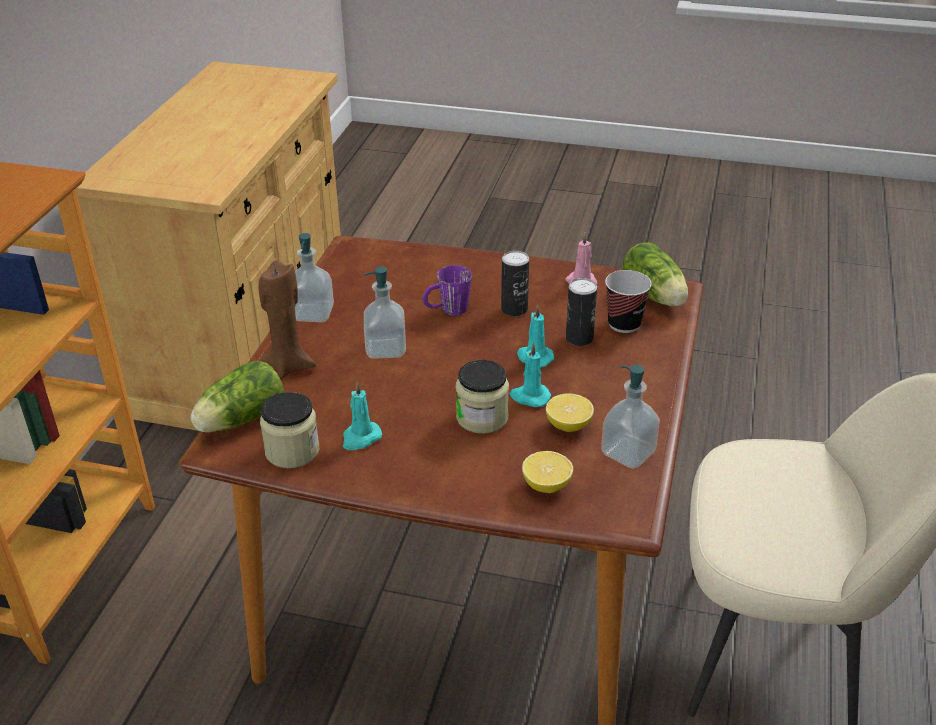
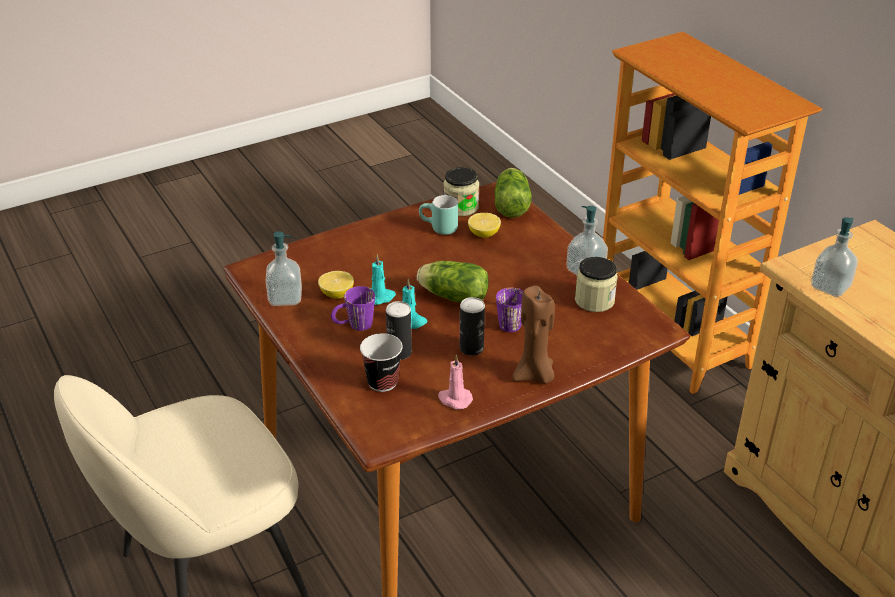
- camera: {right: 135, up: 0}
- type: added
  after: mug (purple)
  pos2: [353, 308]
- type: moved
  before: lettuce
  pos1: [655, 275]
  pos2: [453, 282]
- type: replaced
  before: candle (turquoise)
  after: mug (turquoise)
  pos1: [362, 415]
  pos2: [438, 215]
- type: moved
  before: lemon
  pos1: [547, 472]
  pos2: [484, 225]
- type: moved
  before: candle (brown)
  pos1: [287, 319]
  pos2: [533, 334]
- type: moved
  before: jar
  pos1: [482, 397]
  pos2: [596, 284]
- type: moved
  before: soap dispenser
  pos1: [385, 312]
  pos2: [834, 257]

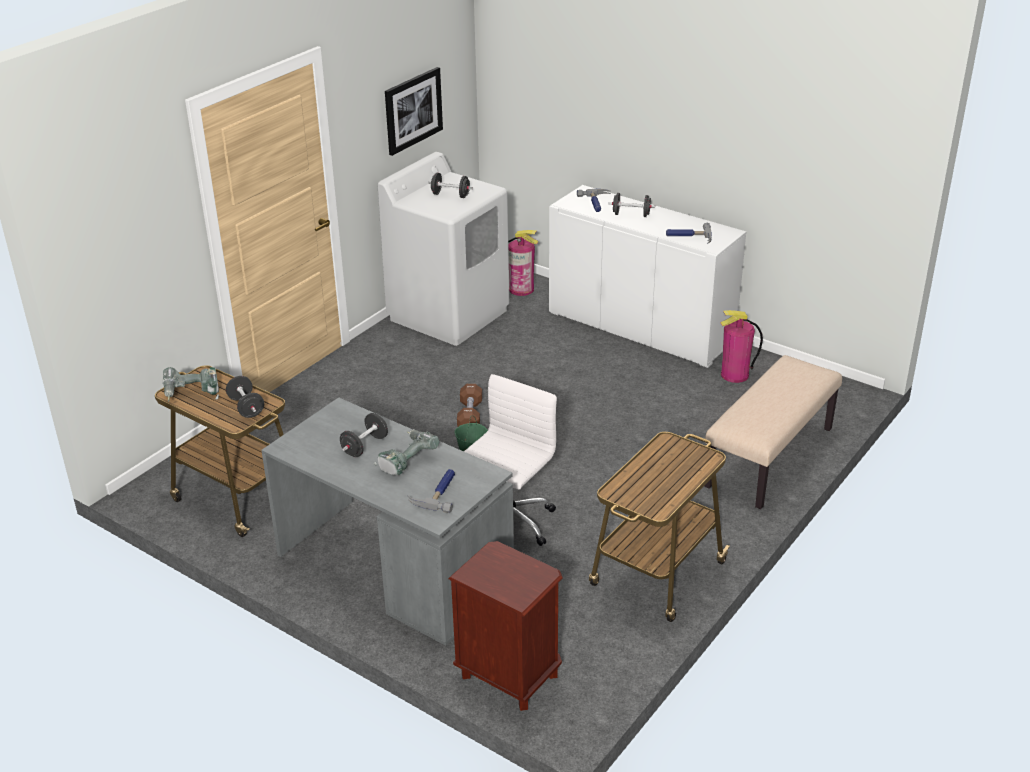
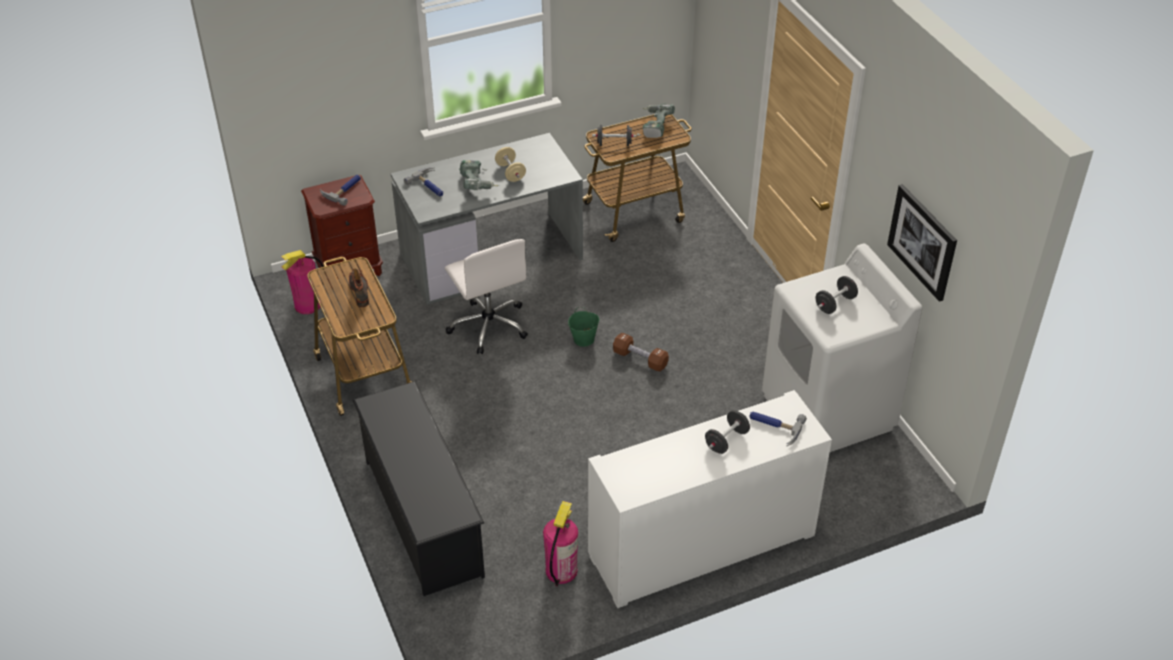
- camera: {right: 120, up: 10}
- type: moved
  before: fire extinguisher
  pos1: [523, 263]
  pos2: [302, 282]
- type: moved
  before: hammer
  pos1: [689, 233]
  pos2: [340, 190]
- type: added
  after: boot
  pos2: [359, 287]
- type: replaced
  before: bench (beige)
  after: shoe rack (black)
  pos1: [773, 432]
  pos2: [419, 488]
- type: recoloured
  before: dumbbell (black)
  after: dumbbell (beige)
  pos1: [364, 435]
  pos2: [510, 164]

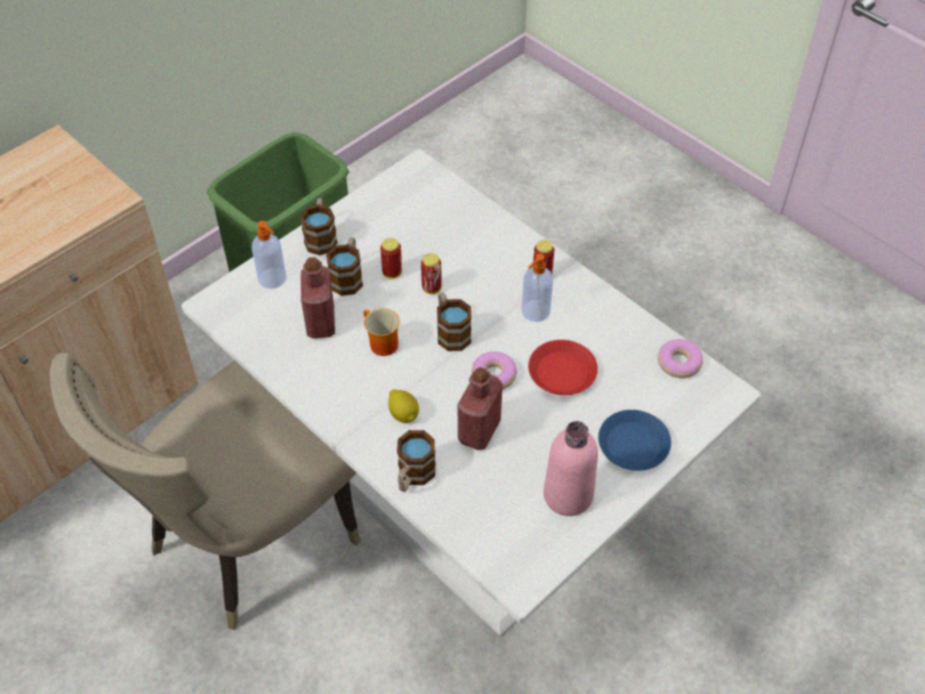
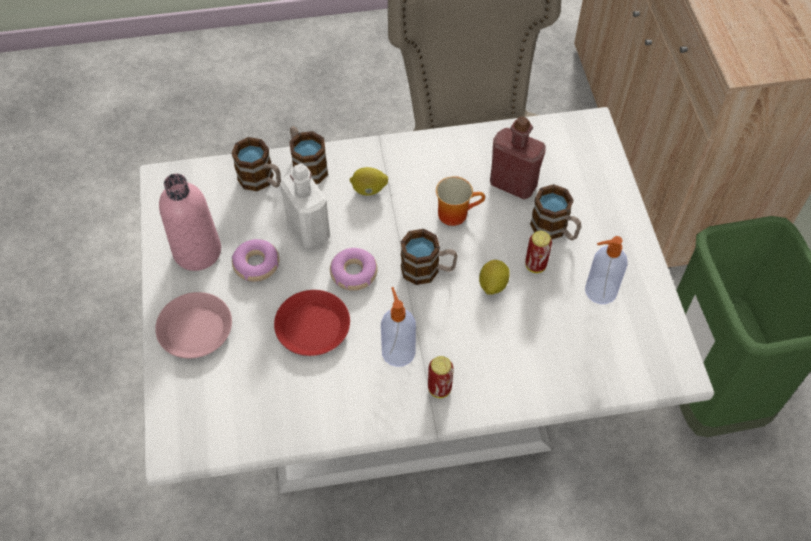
- camera: {right: 125, up: 5}
- type: recoloured
  before: plate (blue)
  after: plate (pink)
  pos1: [634, 440]
  pos2: [193, 325]
- type: moved
  before: mug
  pos1: [319, 226]
  pos2: [256, 164]
- type: moved
  before: donut
  pos1: [680, 358]
  pos2: [256, 260]
- type: recoloured
  before: bottle (red)
  after: bottle (white)
  pos1: [480, 408]
  pos2: [305, 205]
- type: replaced
  before: can
  after: lemon
  pos1: [431, 273]
  pos2: [494, 277]
- type: moved
  before: soap dispenser
  pos1: [269, 255]
  pos2: [606, 270]

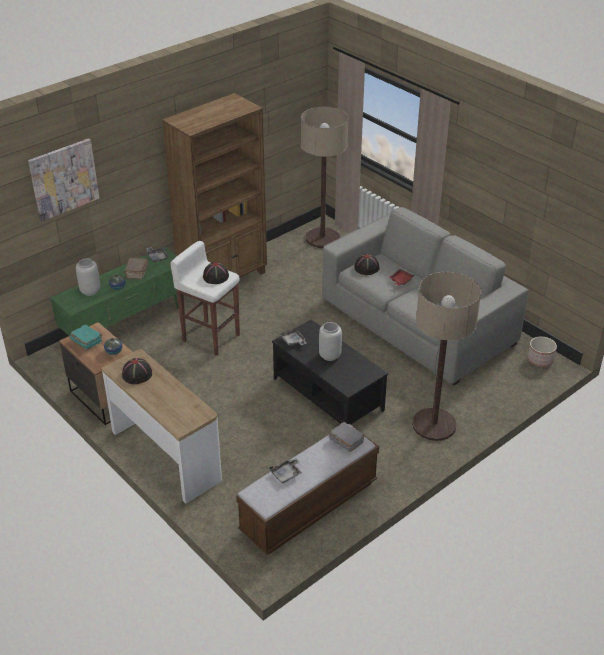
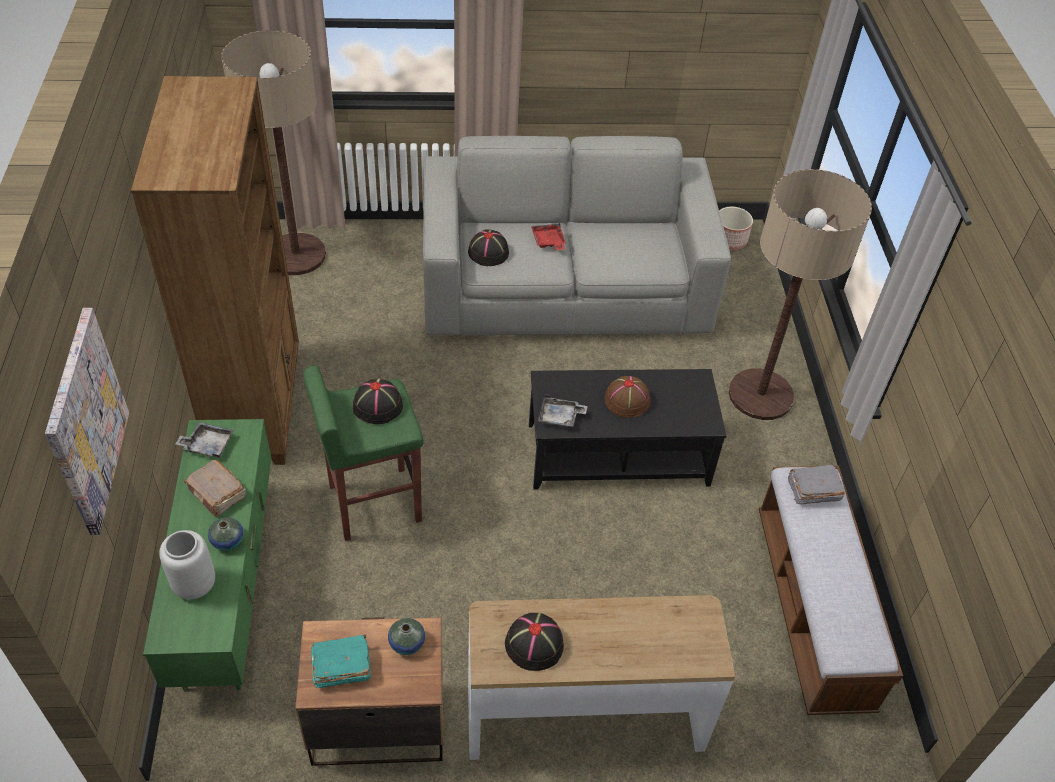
- camera: {right: -55, up: 10}
- type: recoloured
  before: stool (white)
  after: stool (green)
  pos1: [205, 298]
  pos2: [363, 453]
- type: replaced
  before: vase (grey)
  after: hat (brown)
  pos1: [330, 341]
  pos2: [628, 397]
- type: removed
  before: tray (grey)
  pos1: [285, 471]

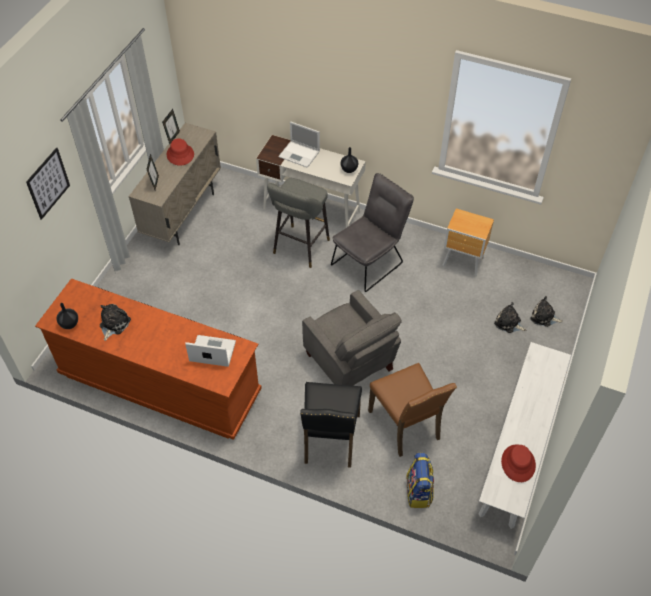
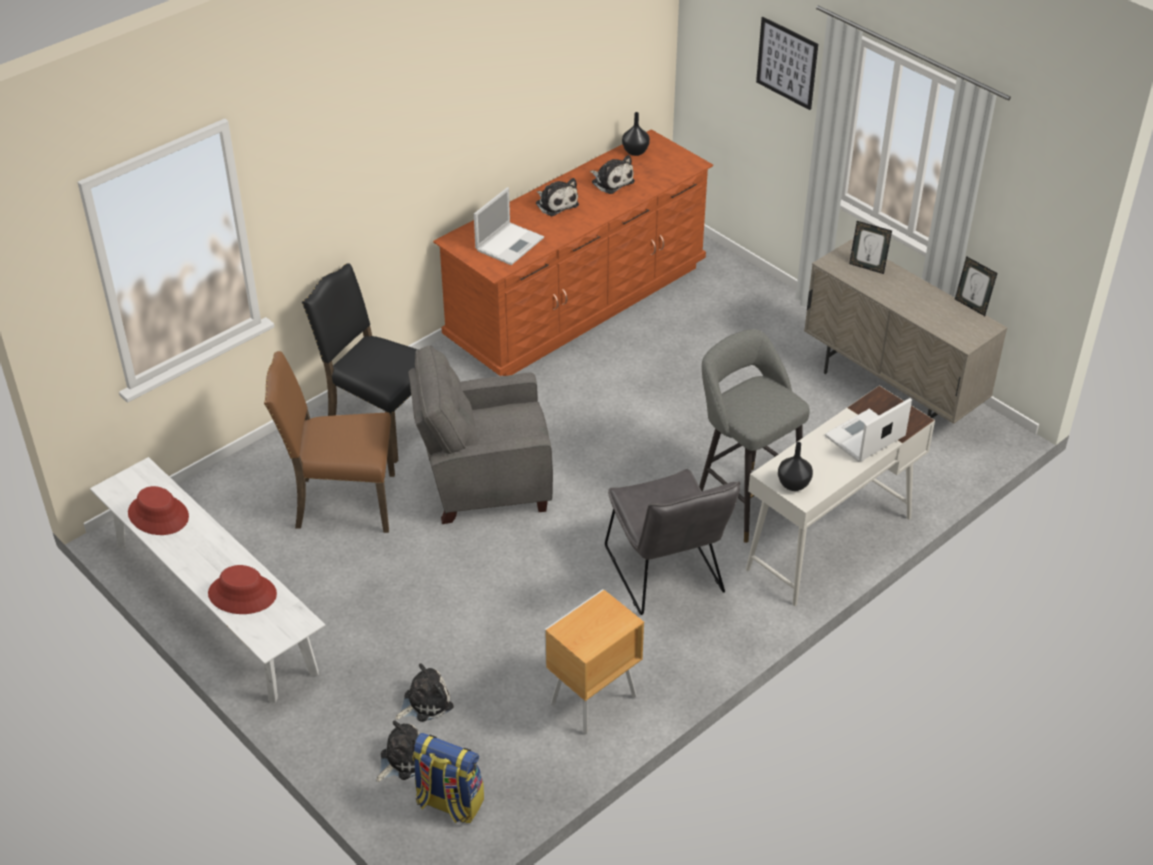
- camera: {right: 115, up: -10}
- type: moved
  before: hat (red)
  pos1: [180, 152]
  pos2: [242, 589]
- type: moved
  before: backpack
  pos1: [420, 480]
  pos2: [448, 778]
- type: added
  after: plush toy
  pos2: [557, 197]

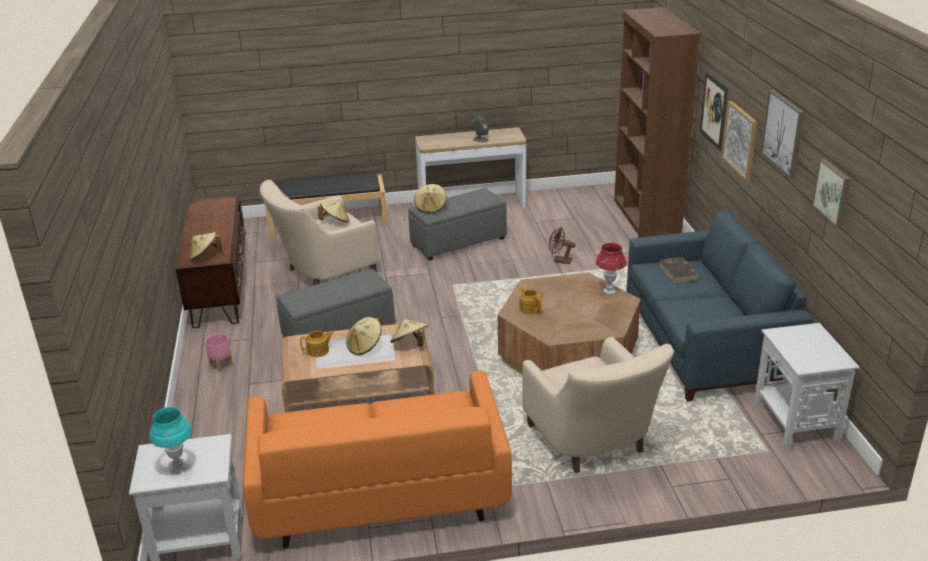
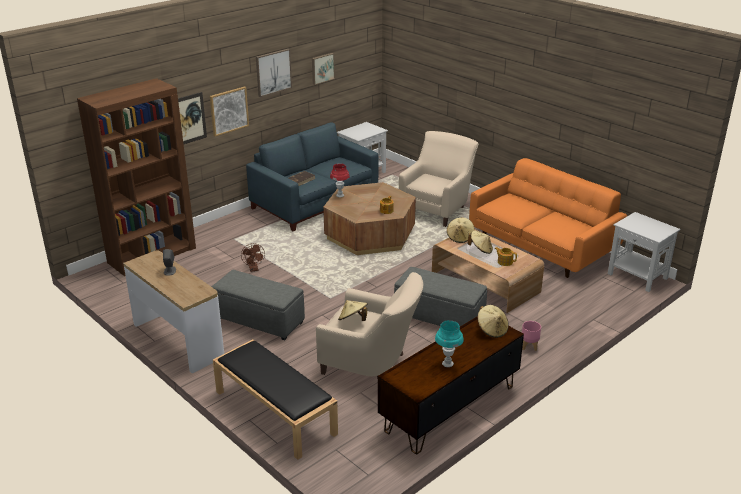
- camera: {right: -125, up: 0}
- type: moved
  before: table lamp (turquoise)
  pos1: [170, 440]
  pos2: [449, 343]
- type: removed
  before: hat (beige)
  pos1: [430, 199]

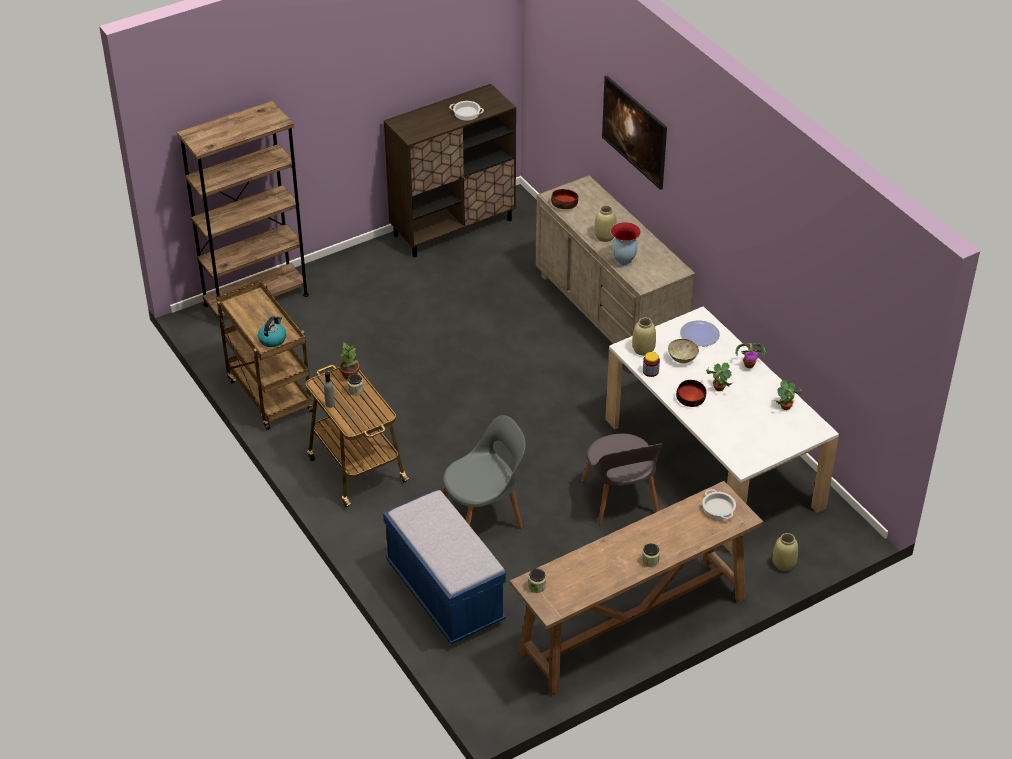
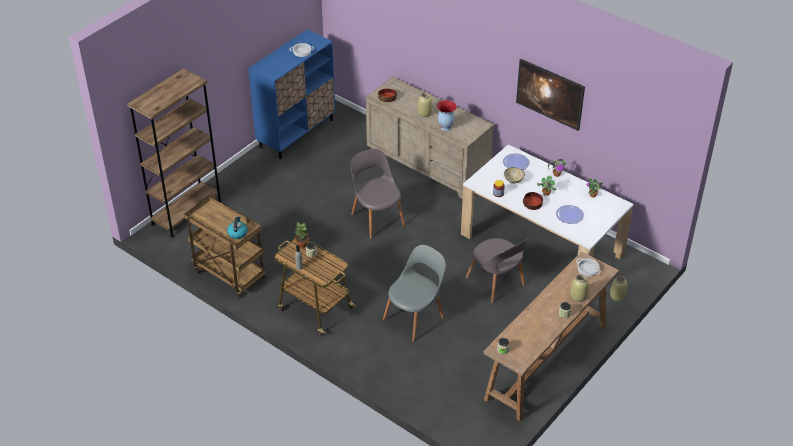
- camera: {right: -20, up: 0}
- type: recoloured
  before: cabinet (brown)
  after: cabinet (blue)
  pos1: [450, 170]
  pos2: [291, 94]
- type: added
  after: chair (grey)
  pos2: [378, 194]
- type: moved
  before: picture
  pos1: [634, 133]
  pos2: [550, 95]
- type: added
  after: plate
  pos2: [570, 214]
- type: moved
  before: vase (beige)
  pos1: [644, 337]
  pos2: [579, 288]
- type: removed
  before: bench (blue)
  pos1: [444, 566]

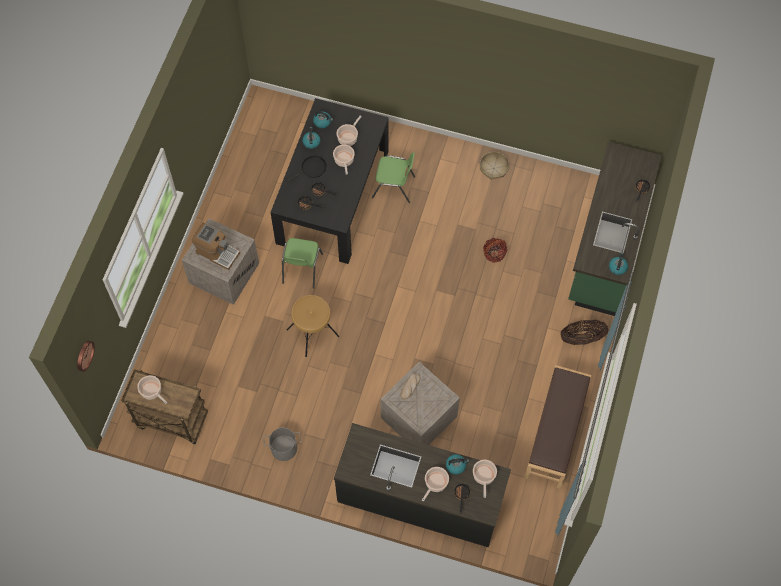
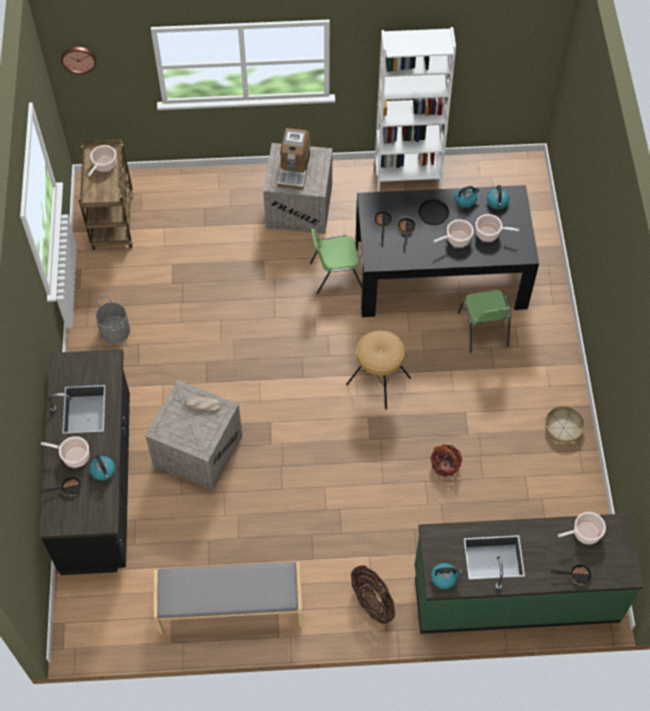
- camera: {right: 70, up: -5}
- type: recoloured
  before: bench (brown)
  after: bench (grey)
  pos1: [557, 427]
  pos2: [228, 598]
- type: moved
  before: stool (brown)
  pos1: [313, 326]
  pos2: [378, 370]
- type: added
  after: bookcase (white)
  pos2: [415, 109]
- type: moved
  before: cooking pot
  pos1: [485, 479]
  pos2: [582, 528]

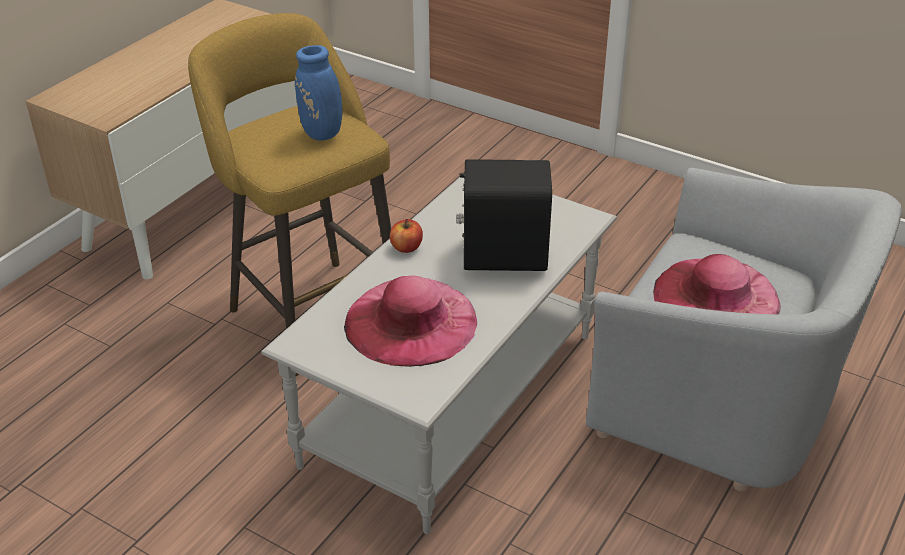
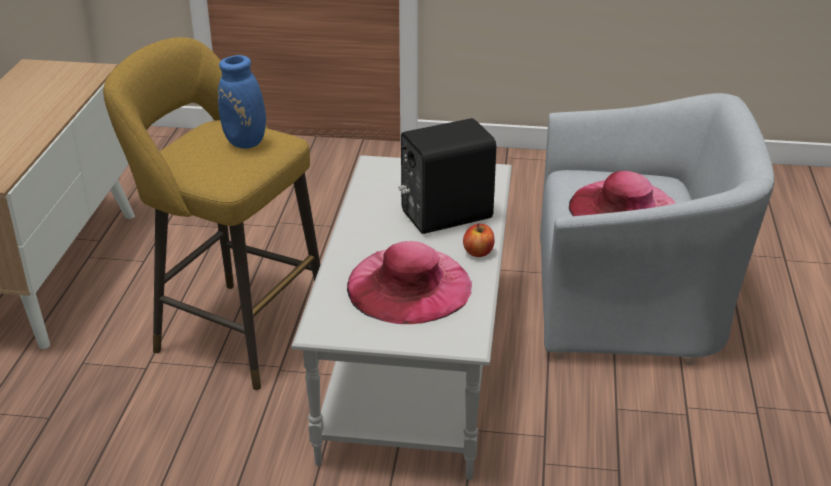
- camera: {right: -25, up: -5}
- type: moved
  before: apple
  pos1: [406, 236]
  pos2: [479, 240]

